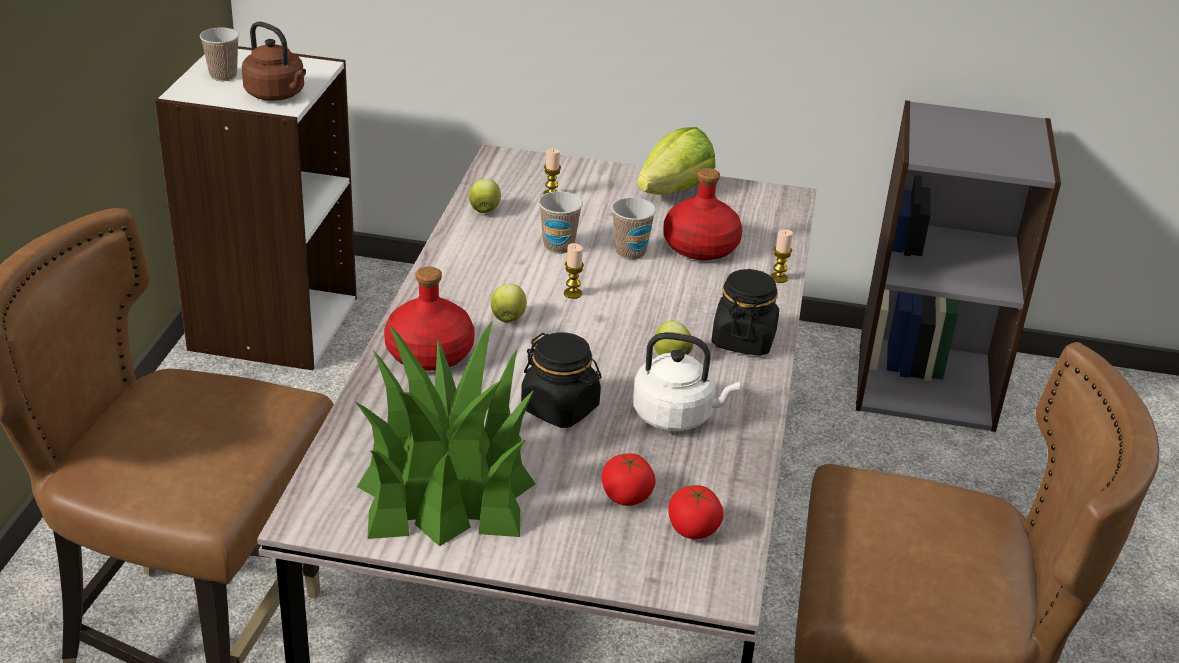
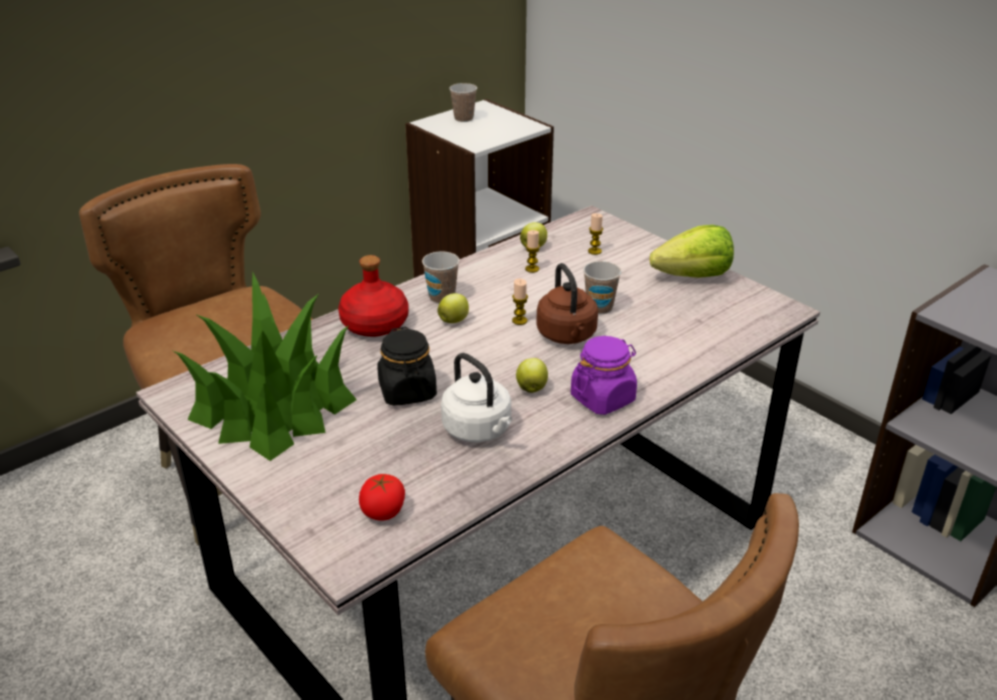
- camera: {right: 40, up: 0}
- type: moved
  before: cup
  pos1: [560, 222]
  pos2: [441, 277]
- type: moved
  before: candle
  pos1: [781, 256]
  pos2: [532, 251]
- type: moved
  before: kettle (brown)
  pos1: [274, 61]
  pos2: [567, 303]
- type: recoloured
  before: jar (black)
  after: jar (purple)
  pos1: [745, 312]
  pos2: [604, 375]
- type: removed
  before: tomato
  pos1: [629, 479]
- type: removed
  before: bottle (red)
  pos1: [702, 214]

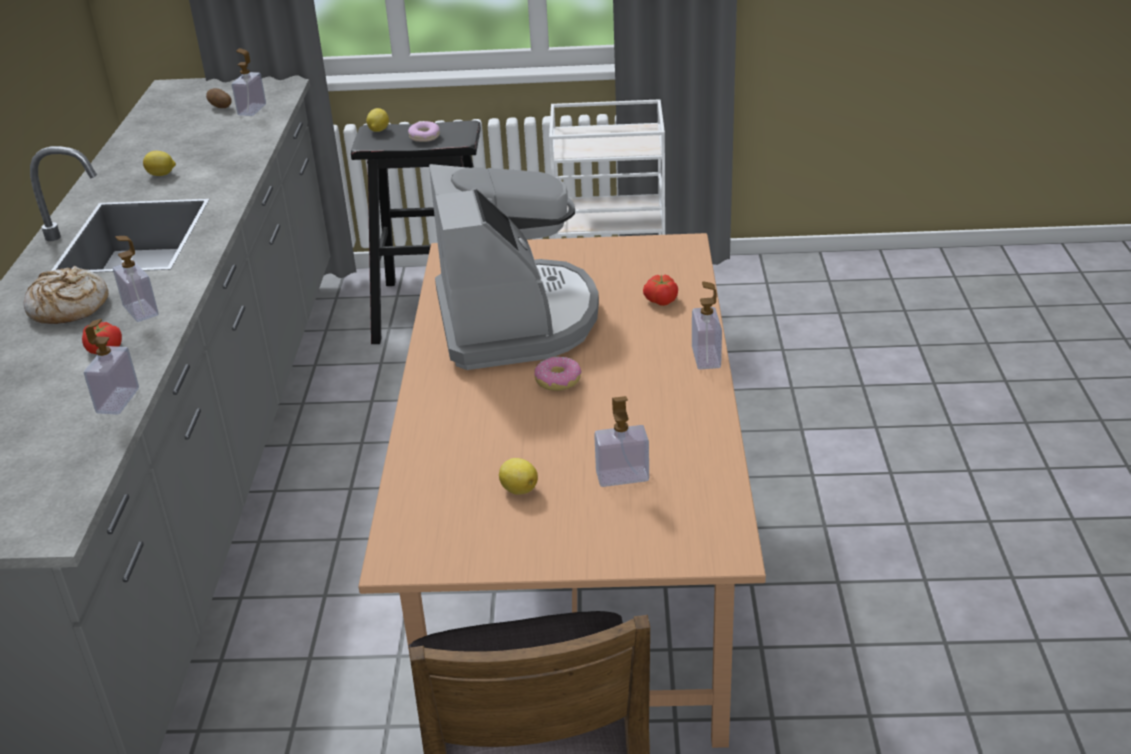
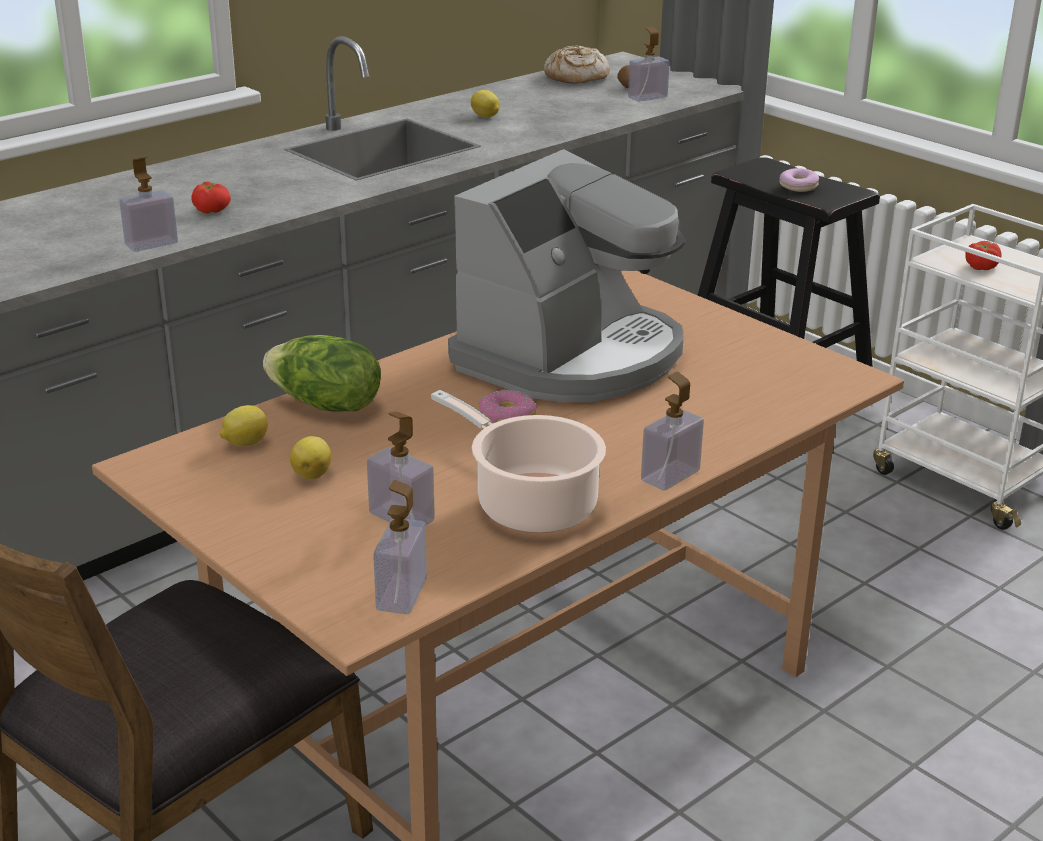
- camera: {right: 45, up: -5}
- type: moved
  before: lemon
  pos1: [377, 120]
  pos2: [244, 425]
- type: added
  after: lettuce
  pos2: [322, 373]
- type: moved
  before: soap dispenser
  pos1: [136, 279]
  pos2: [400, 547]
- type: added
  after: cooking pot
  pos2: [518, 461]
- type: moved
  before: bread
  pos1: [66, 295]
  pos2: [577, 64]
- type: moved
  before: tomato
  pos1: [660, 290]
  pos2: [983, 255]

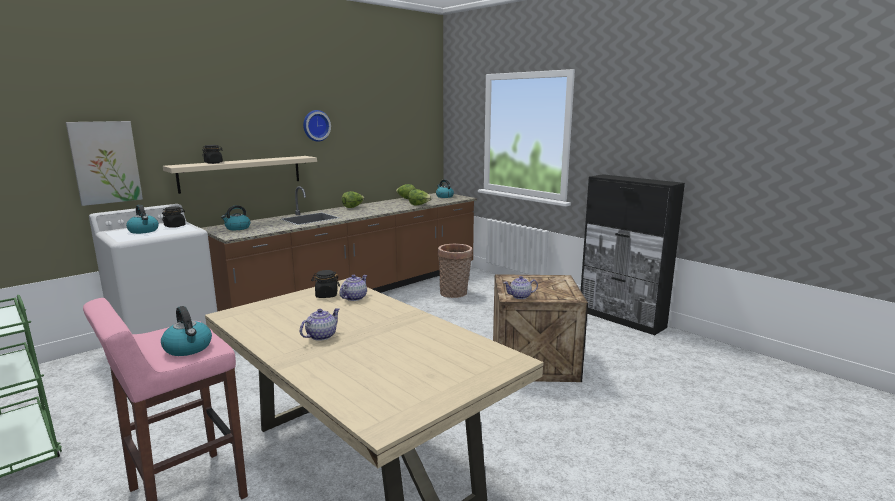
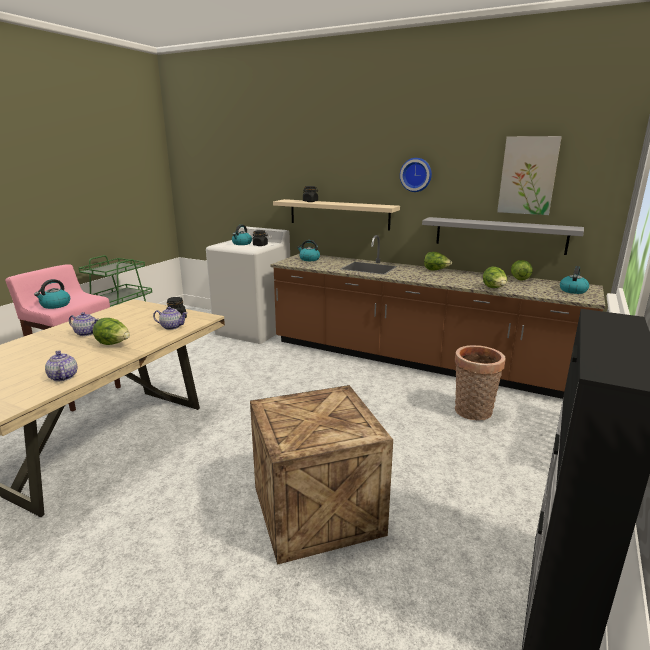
- camera: {right: 70, up: 5}
- type: moved
  before: teapot
  pos1: [520, 287]
  pos2: [61, 365]
- type: added
  after: lettuce
  pos2: [111, 331]
- type: added
  after: shelf (grey)
  pos2: [503, 236]
- type: moved
  before: picture
  pos1: [104, 163]
  pos2: [529, 175]

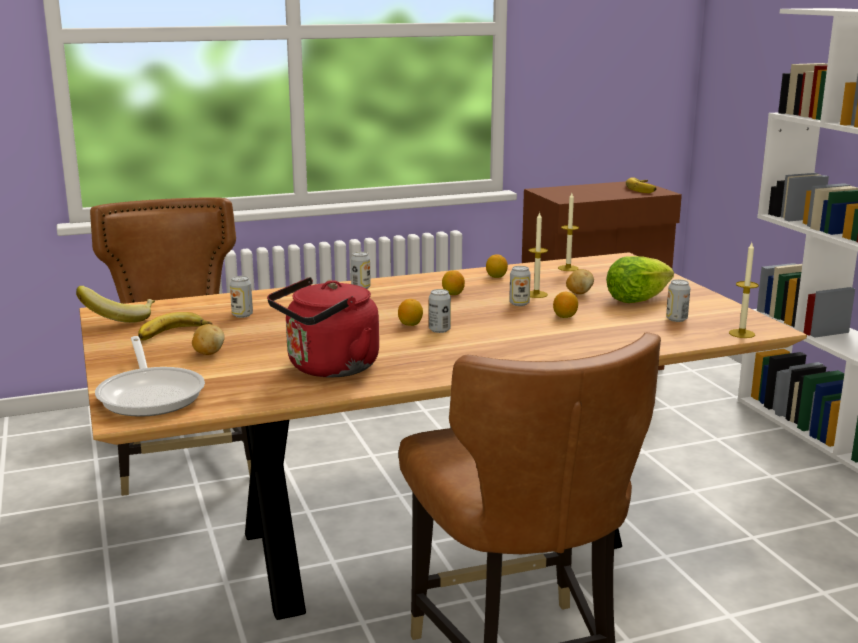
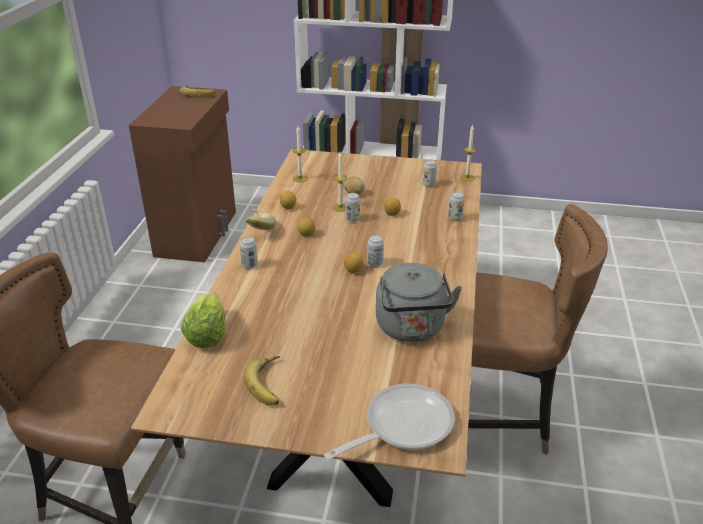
- camera: {right: -60, up: 15}
- type: moved
  before: lettuce
  pos1: [640, 279]
  pos2: [203, 320]
- type: moved
  before: banana
  pos1: [115, 304]
  pos2: [260, 219]
- type: turned
  before: frying pan
  pos1: [150, 376]
  pos2: [389, 422]
  turn: -45
- type: recoloured
  before: kettle (red)
  after: kettle (grey)
  pos1: [323, 327]
  pos2: [419, 302]
- type: moved
  before: can
  pos1: [241, 297]
  pos2: [456, 206]
- type: removed
  before: potato
  pos1: [208, 339]

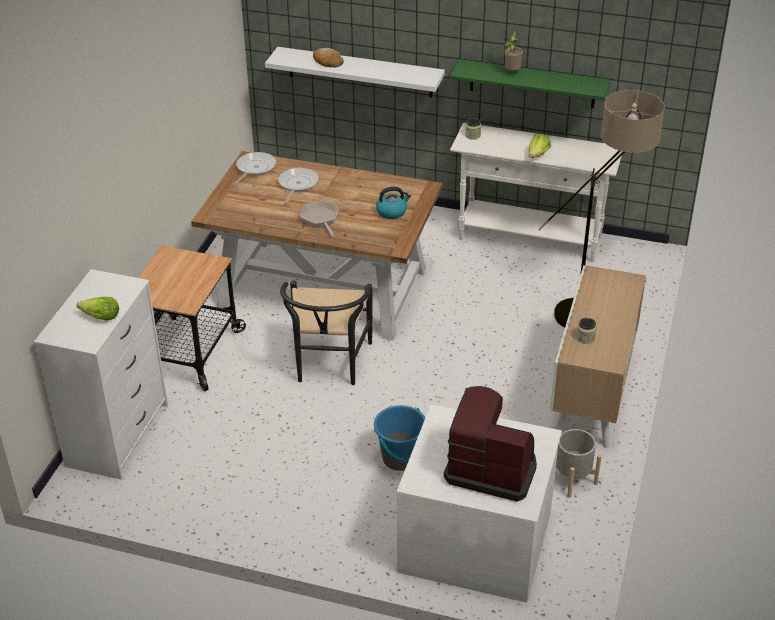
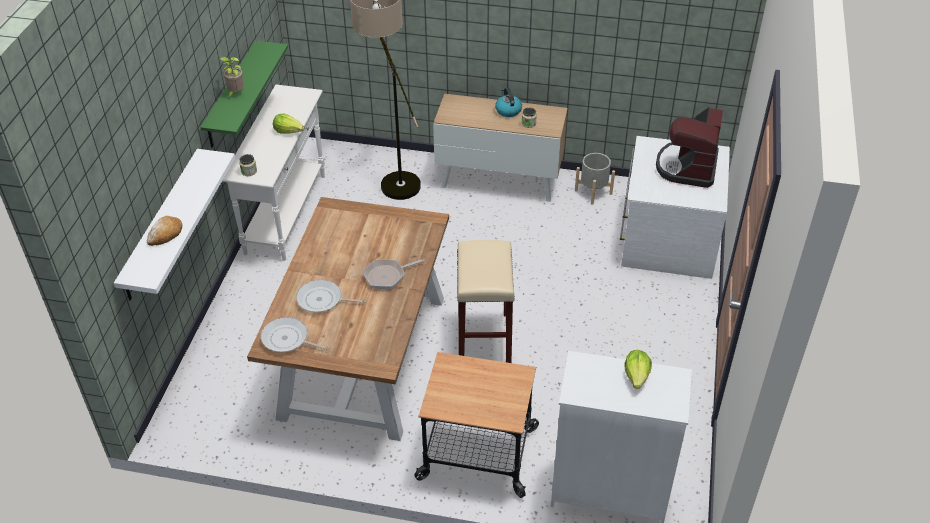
- camera: {right: -95, up: 5}
- type: replaced
  before: chair (black)
  after: stool (beige)
  pos1: [326, 332]
  pos2: [486, 301]
- type: moved
  before: kettle
  pos1: [393, 202]
  pos2: [508, 102]
- type: removed
  before: bucket (blue)
  pos1: [399, 438]

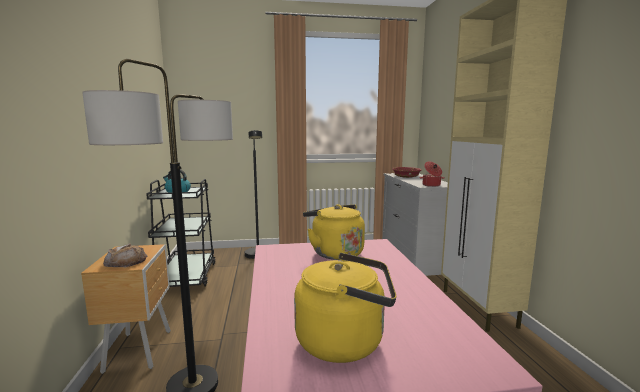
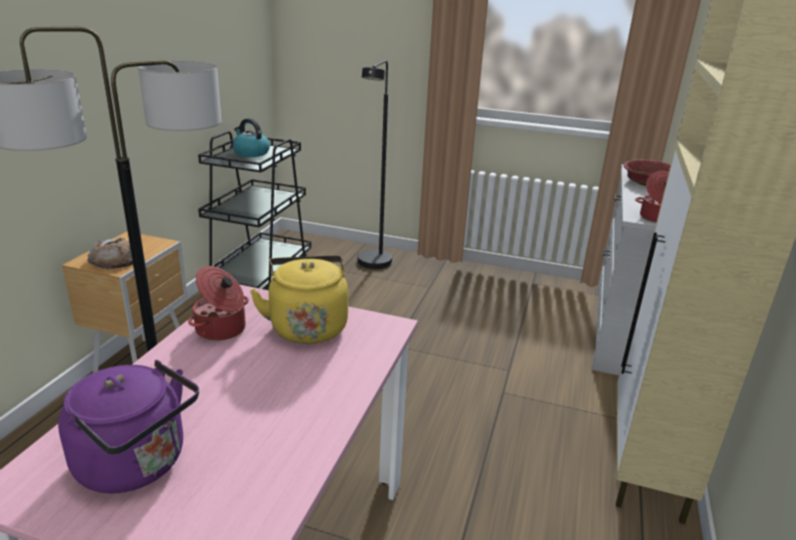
- camera: {right: 25, up: 15}
- type: recoloured
  before: kettle (yellow)
  after: kettle (purple)
  pos1: [345, 308]
  pos2: [128, 426]
- type: added
  after: cooking pot
  pos2: [218, 303]

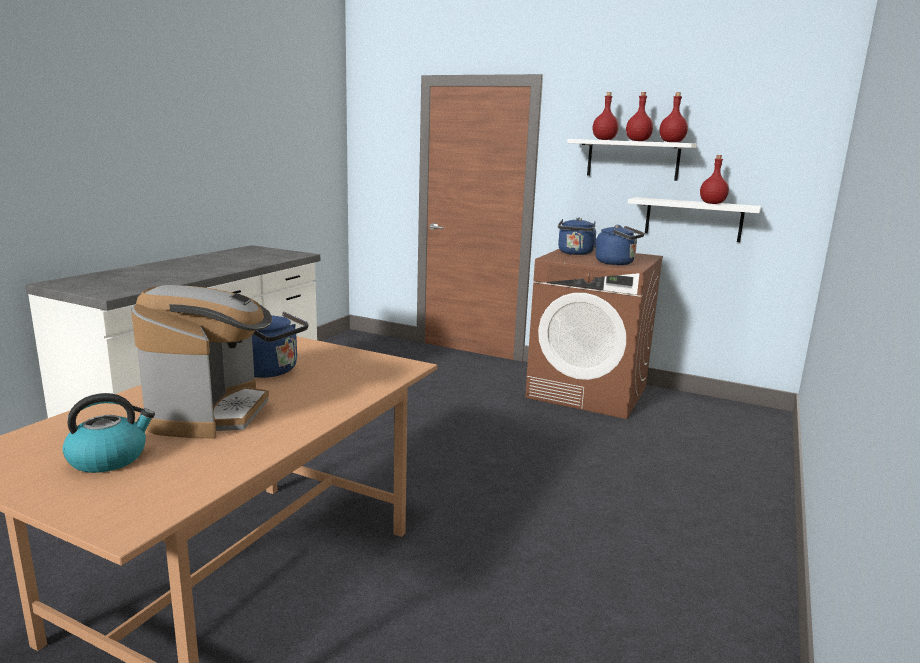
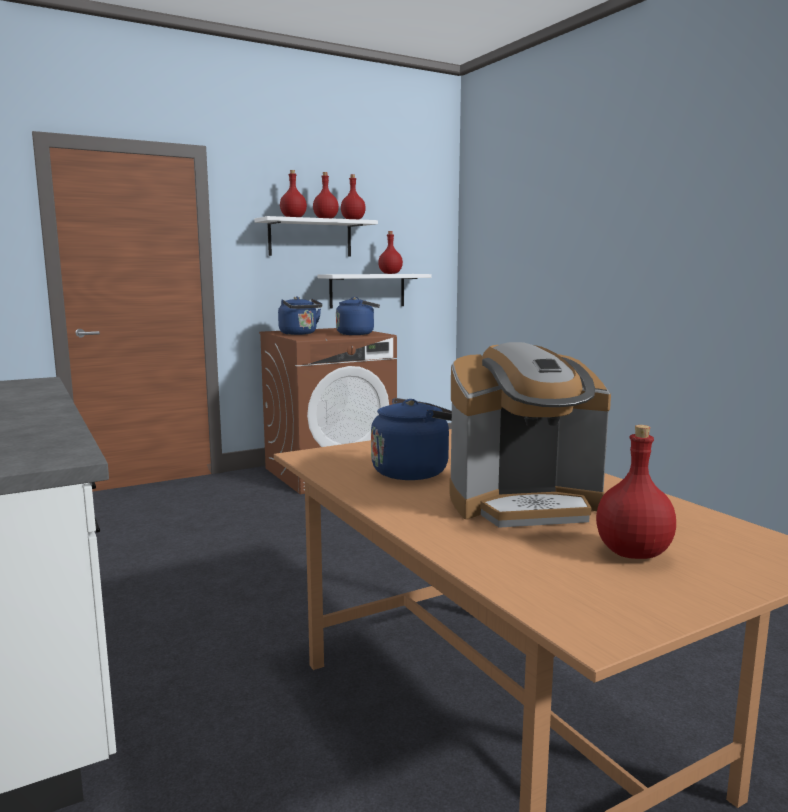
- camera: {right: -55, up: -5}
- type: turned
  before: coffee machine
  pos1: [201, 362]
  pos2: [530, 435]
  turn: 135
- type: replaced
  before: kettle
  after: bottle (red)
  pos1: [108, 433]
  pos2: [636, 492]

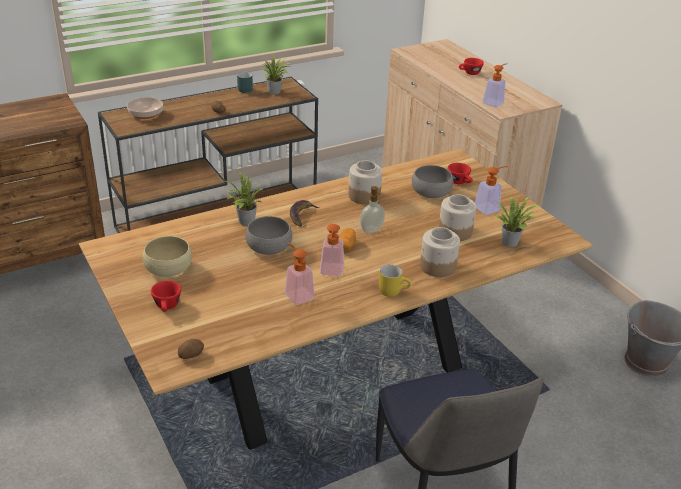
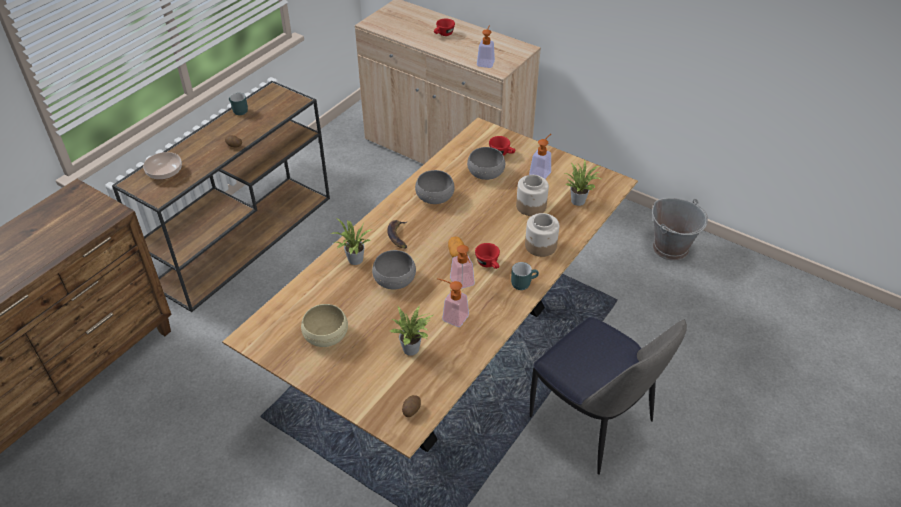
- camera: {right: -25, up: 10}
- type: moved
  before: potted plant
  pos1: [275, 75]
  pos2: [411, 330]
- type: replaced
  before: jar
  after: bowl (grey)
  pos1: [365, 182]
  pos2: [435, 187]
- type: moved
  before: cup (red)
  pos1: [166, 296]
  pos2: [487, 256]
- type: recoloured
  before: mug (yellow)
  after: mug (turquoise)
  pos1: [395, 281]
  pos2: [525, 276]
- type: removed
  before: soap dispenser
  pos1: [372, 209]

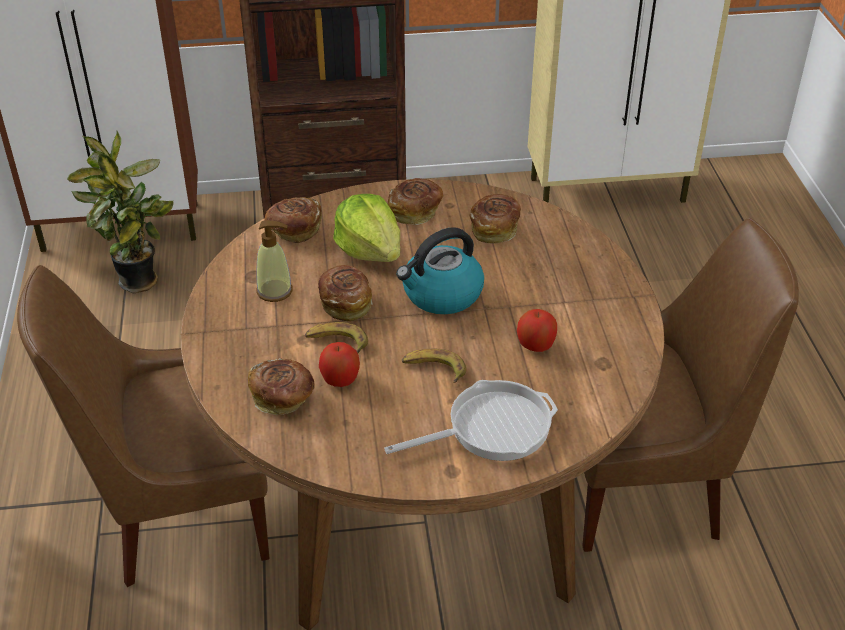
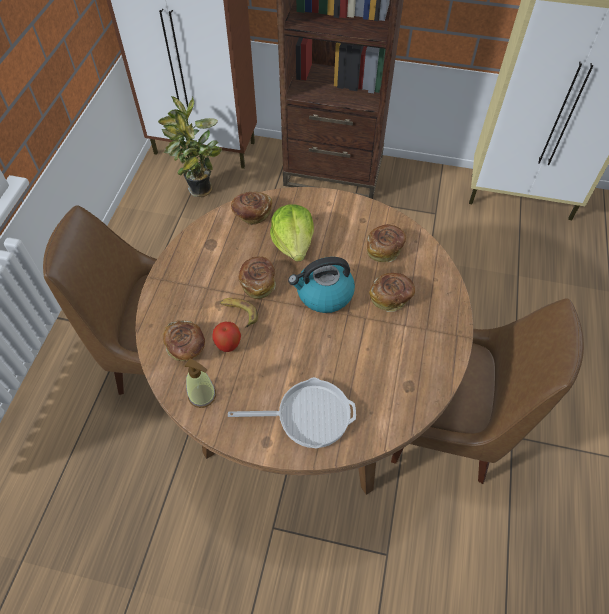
- camera: {right: 20, up: 15}
- type: moved
  before: soap dispenser
  pos1: [274, 261]
  pos2: [200, 383]
- type: moved
  before: bread
  pos1: [416, 201]
  pos2: [392, 292]
- type: removed
  before: banana
  pos1: [434, 366]
- type: removed
  before: apple
  pos1: [537, 330]

